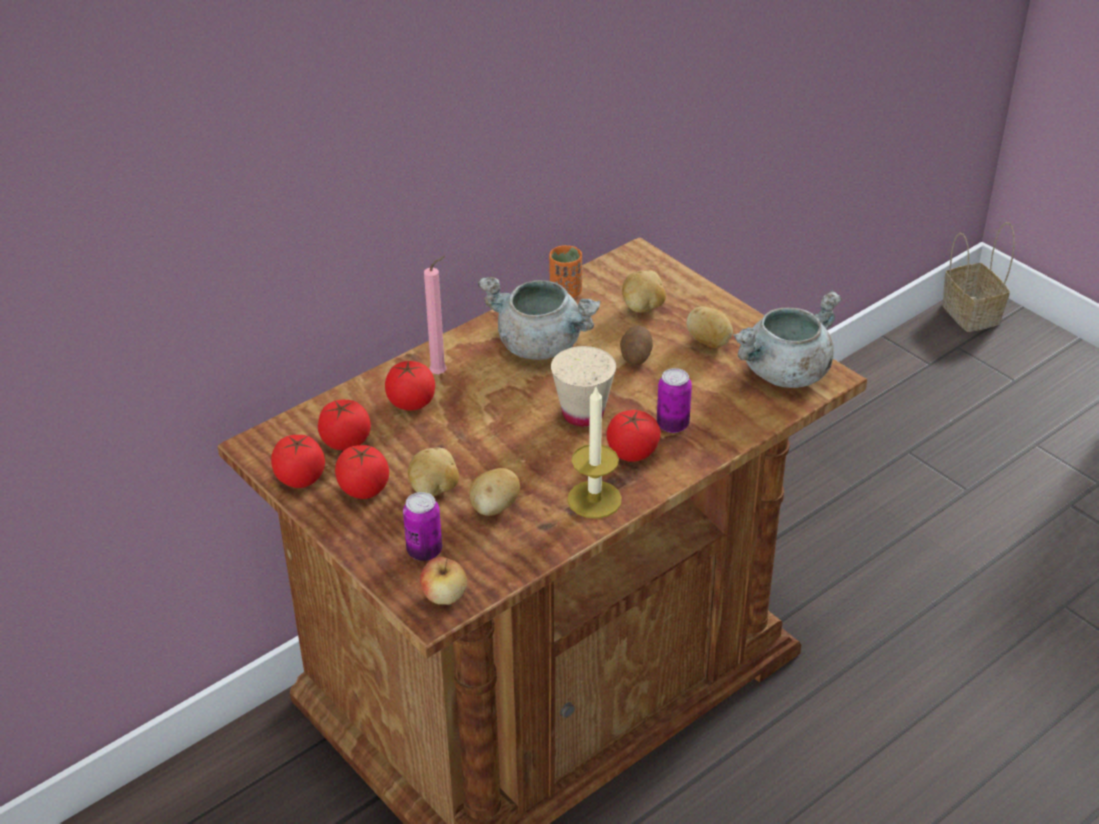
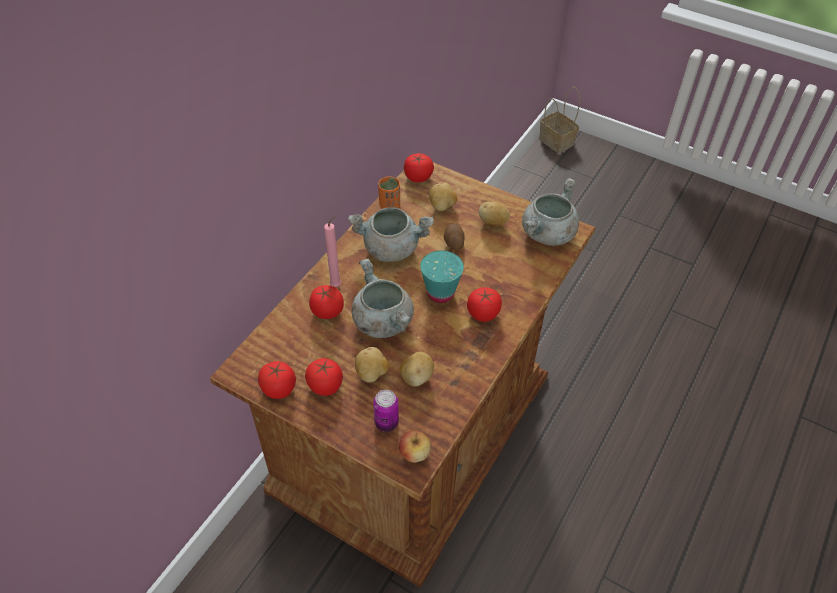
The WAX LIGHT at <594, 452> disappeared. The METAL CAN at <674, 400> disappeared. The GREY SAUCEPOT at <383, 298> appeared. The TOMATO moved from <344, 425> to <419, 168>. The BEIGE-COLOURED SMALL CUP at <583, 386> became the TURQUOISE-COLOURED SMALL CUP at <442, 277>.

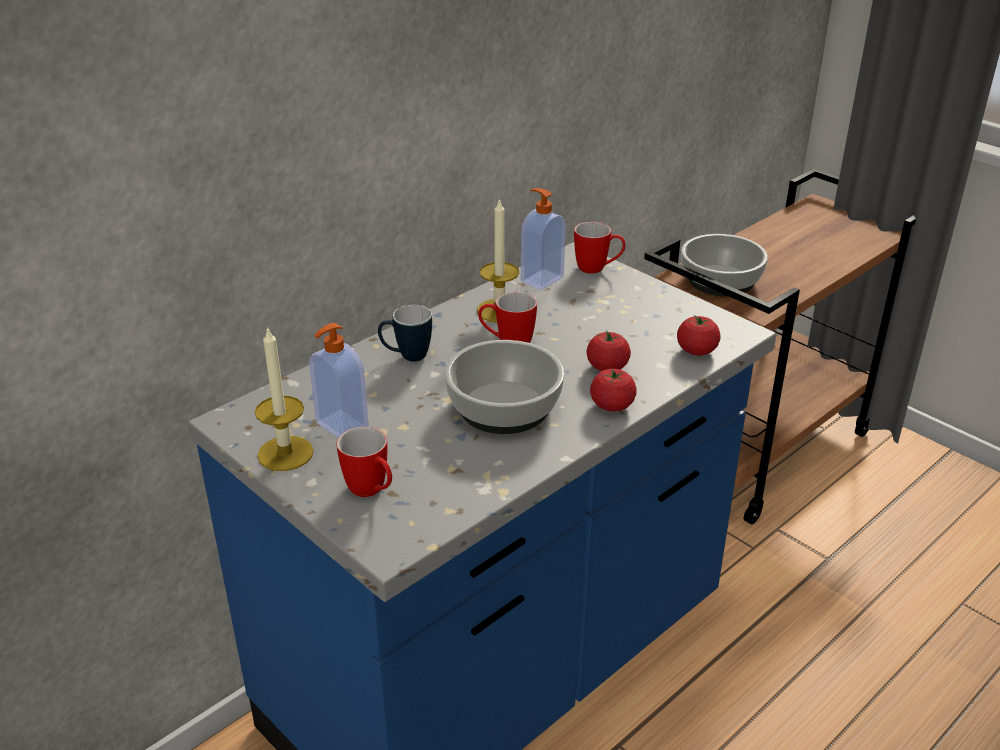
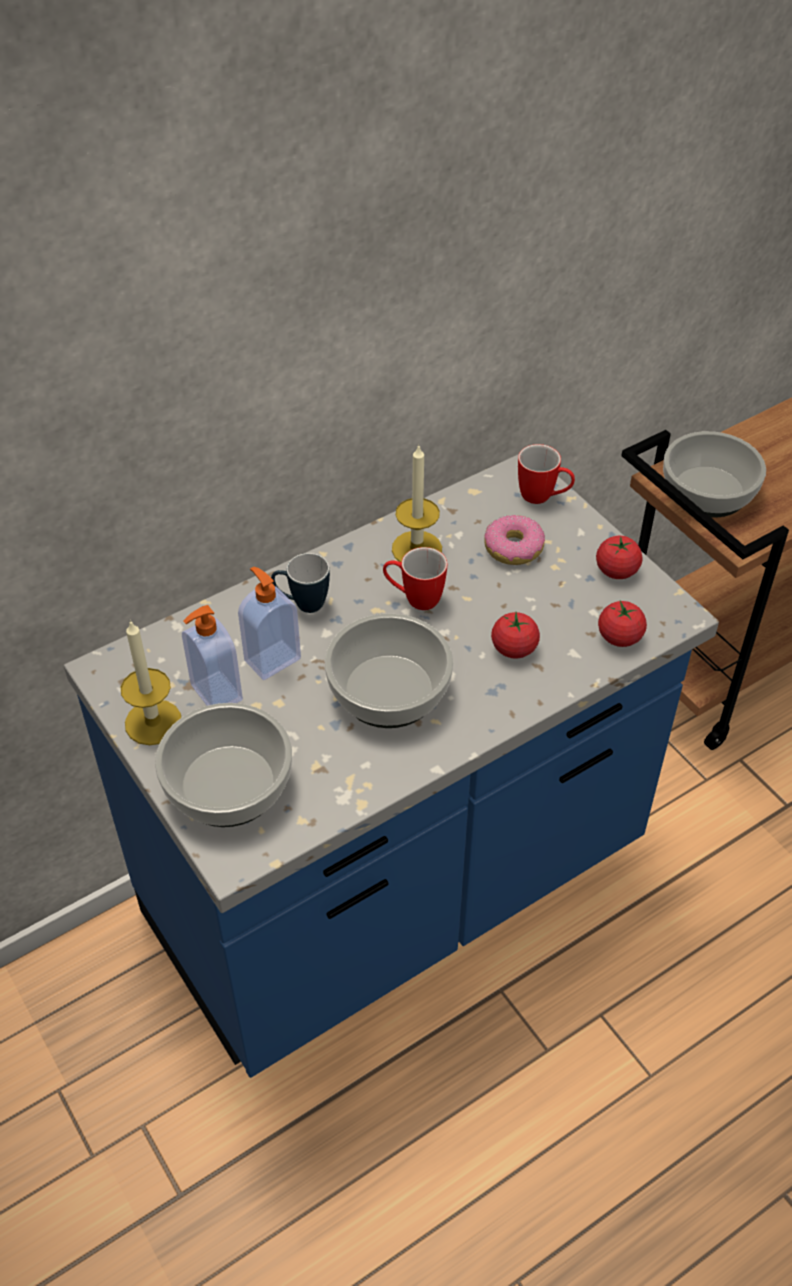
The RING DOUGHNUT at <514, 540> appeared. The LIQUID SOAP BOTTLE moved from <543, 239> to <269, 623>. The TOMATO moved from <613, 390> to <619, 557>. The MUG at <364, 462> was replaced by the BOWL at <223, 765>.

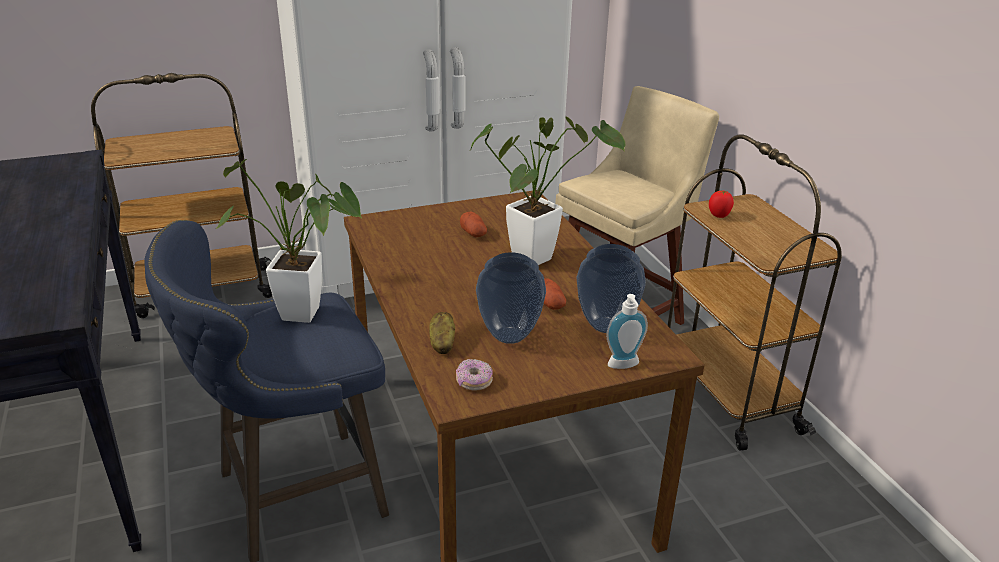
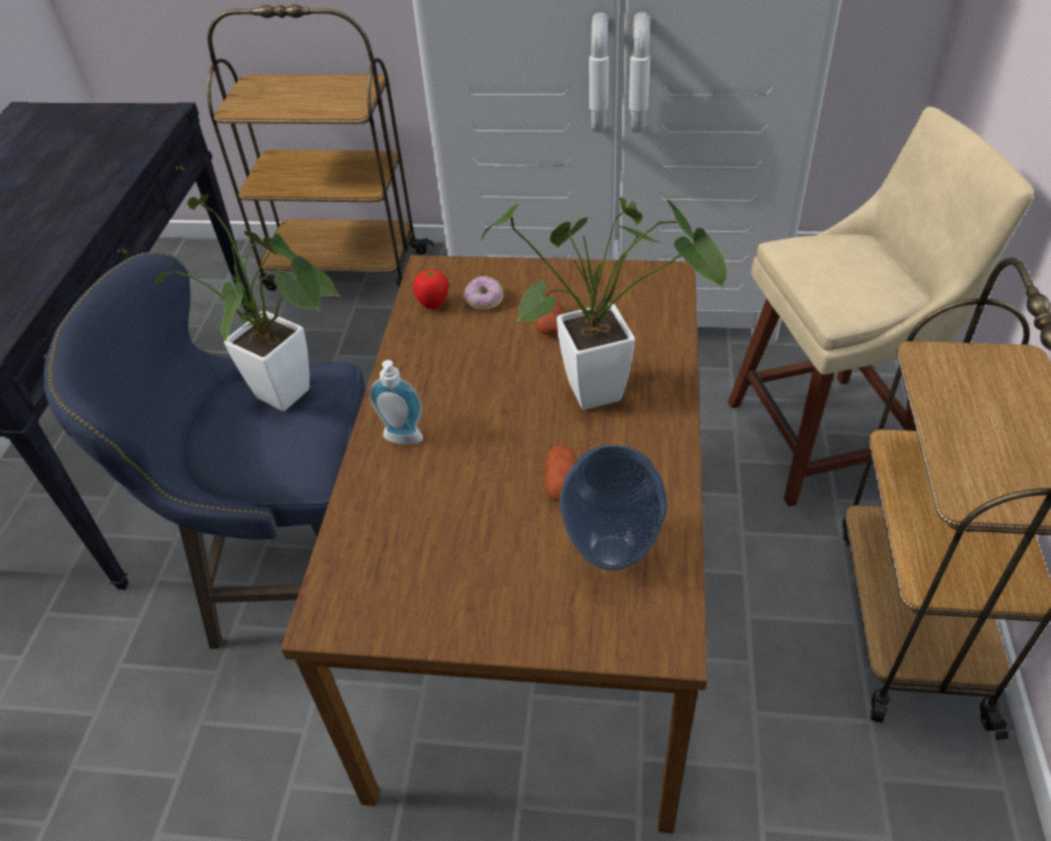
The WHOLE POTATO at <442, 333> disappeared. The VASE at <511, 298> disappeared. The RING DOUGHNUT moved from <474, 375> to <483, 293>. The LIQUID SOAP BOTTLE moved from <627, 331> to <396, 402>. The TOMATO moved from <721, 204> to <431, 289>.

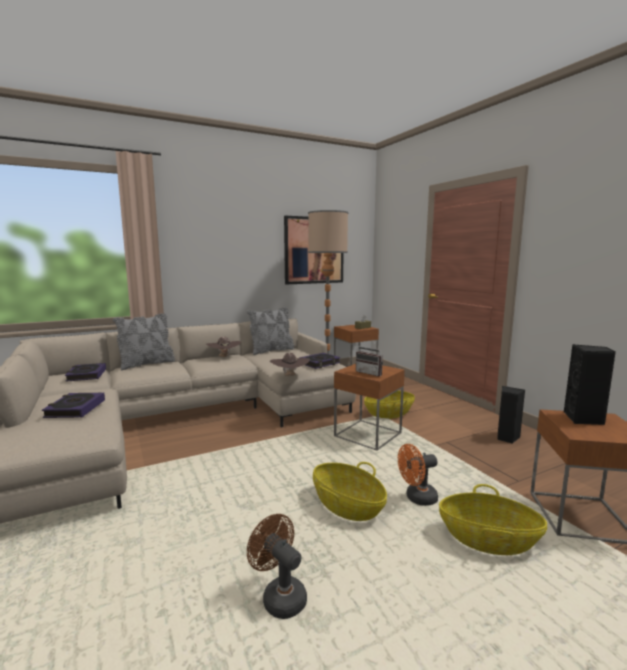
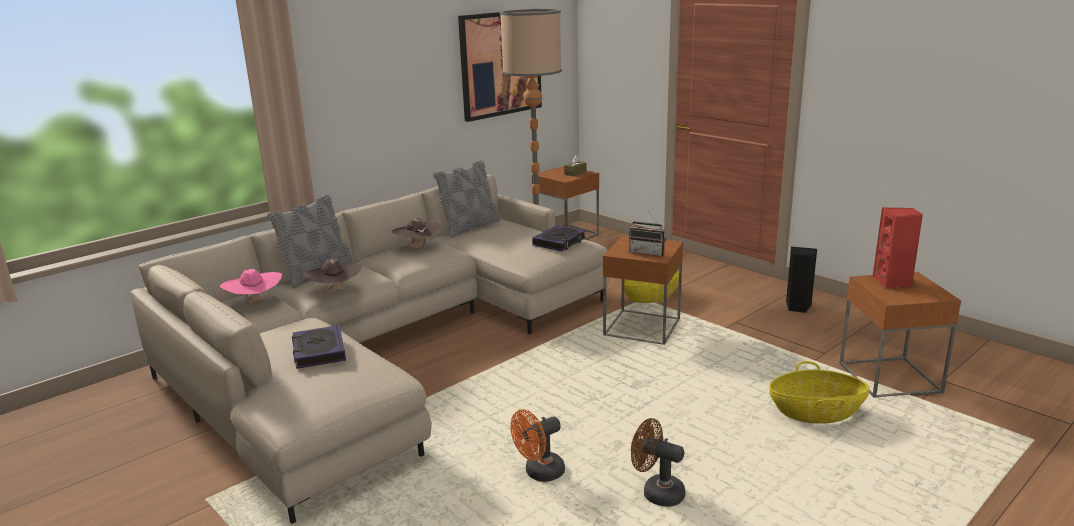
The HOUSEHOLD BASKET at <350, 491> disappeared. The BROWN-COLOURED HAT moved from <290, 364> to <332, 275>. The ORANGEY FAN moved from <418, 475> to <537, 445>. The VOLUME at <85, 372> was replaced by the PINKISH HAT at <251, 286>. The BLACKISH AUDIO SPEAKER at <590, 384> became the RED-COLOURED AUDIO SPEAKER at <898, 248>.

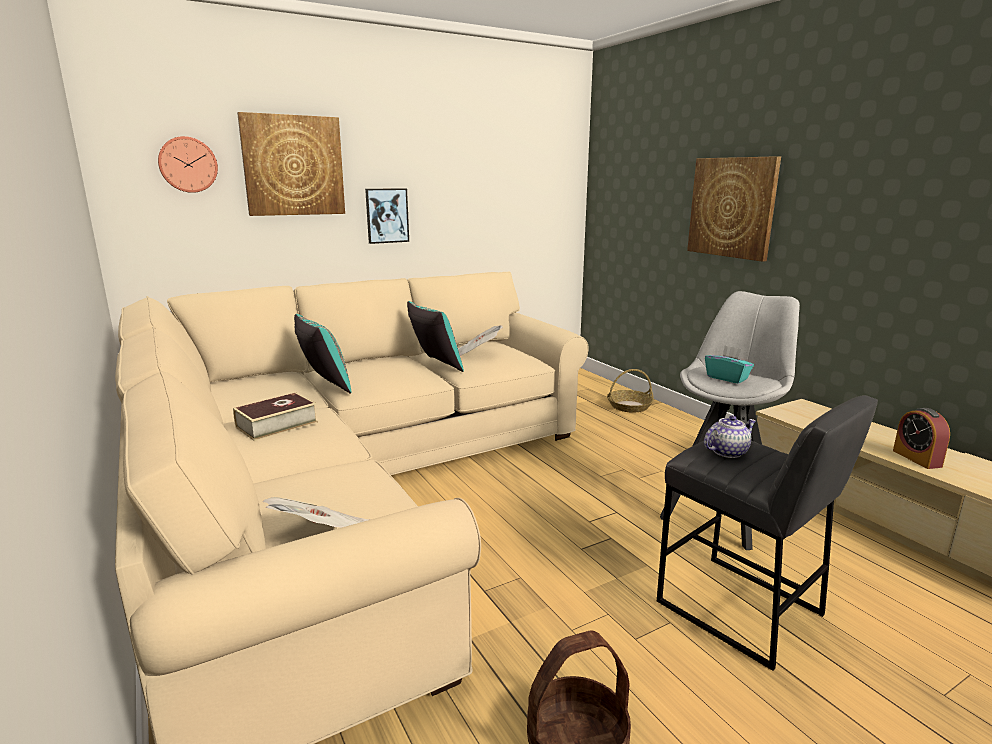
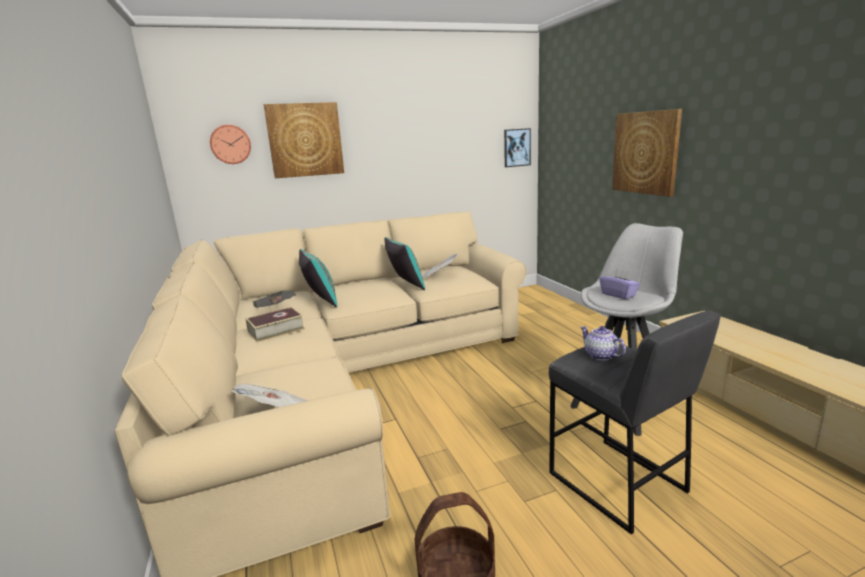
The HOUSEHOLD BASKET at <630, 391> disappeared. The TABLE CLOCK at <921, 438> disappeared. The PRINTED PAPER at <274, 299> appeared. The WALL PICTURE moved from <387, 216> to <517, 147>. The TURQUOISE-COLOURED TISSUE BOX at <729, 364> became the PURPLE-COLOURED TISSUE BOX at <620, 284>. The TEA POT at <730, 436> turned 105 degrees counterclockwise.

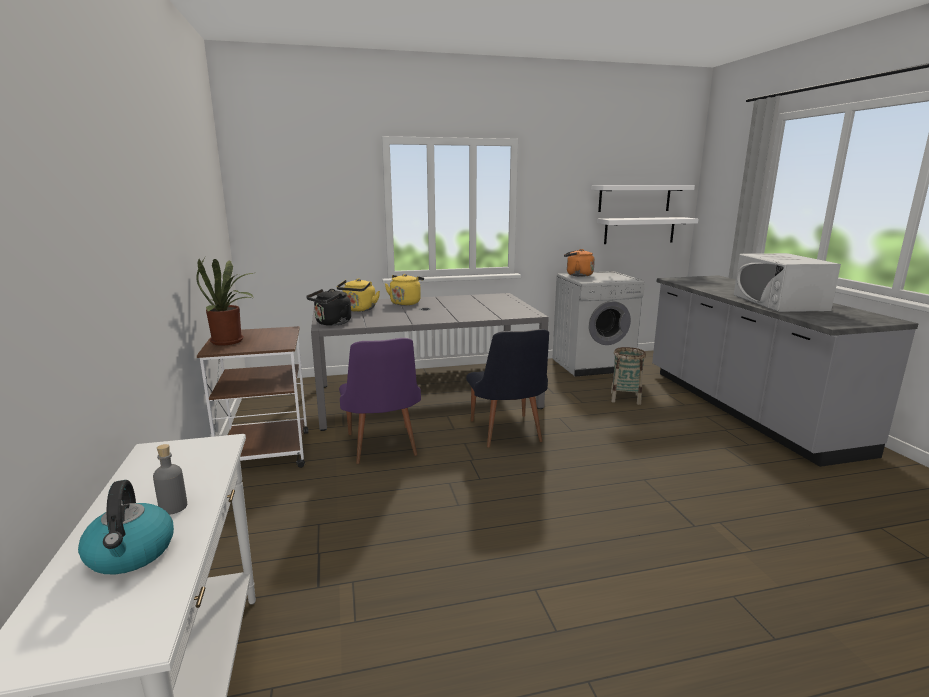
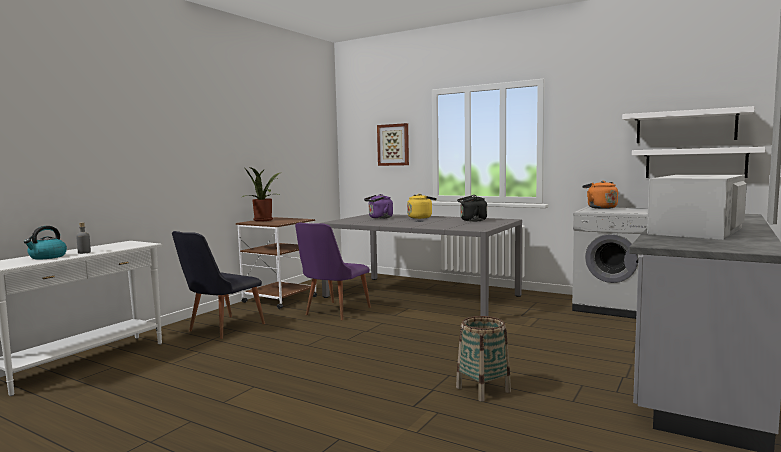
The WALL PICTURE at <393, 144> appeared. The BLACKISH TEA KETTLE moved from <328, 307> to <472, 208>. The BLACKISH CHAIR moved from <507, 388> to <218, 285>. The HOUSEHOLD BASKET moved from <628, 376> to <483, 359>. The YELLOW TEA KETTLE at <358, 295> became the PURPLE-COLOURED TEA KETTLE at <378, 206>.

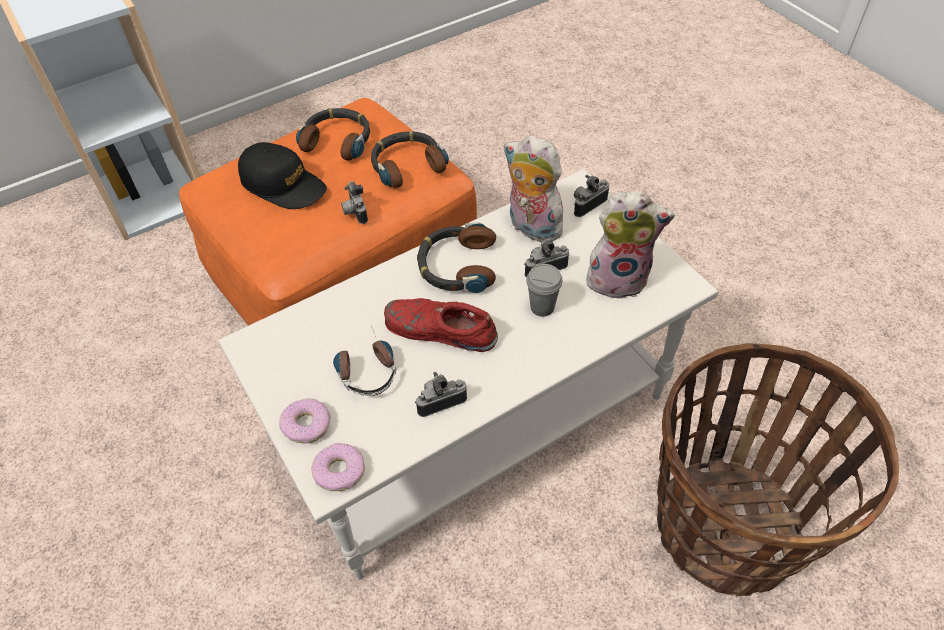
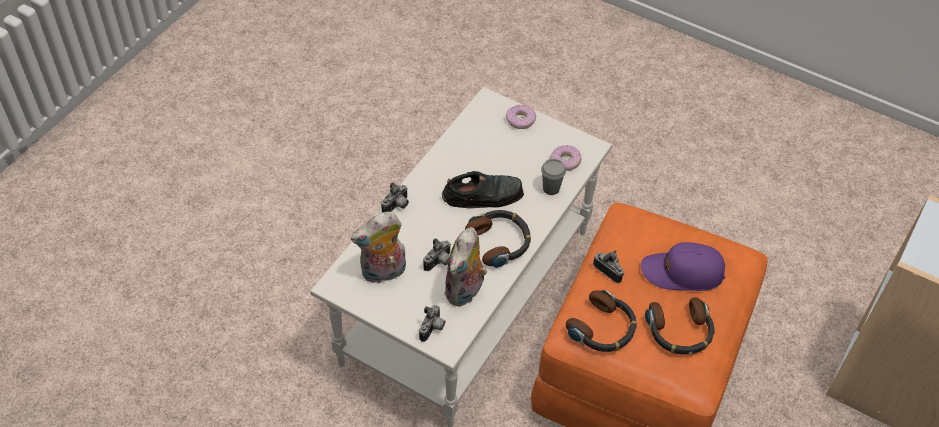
The PAIR OF HEADPHONES at <364, 361> disappeared. The HOUSEHOLD BASKET at <778, 470> disappeared. The RING DOUGHNUT moved from <338, 467> to <566, 158>. The PHOTO CAMERA moved from <441, 394> to <395, 197>. The GREY SMALL CUP moved from <544, 290> to <553, 177>. The BLACKISH CAP at <282, 175> became the PURPLE-COLOURED CAP at <683, 266>. The RED-COLOURED ITEM OF FOOTWEAR at <441, 325> became the BLACKISH ITEM OF FOOTWEAR at <483, 189>. The SOFT TOY at <536, 189> turned 105 degrees clockwise.

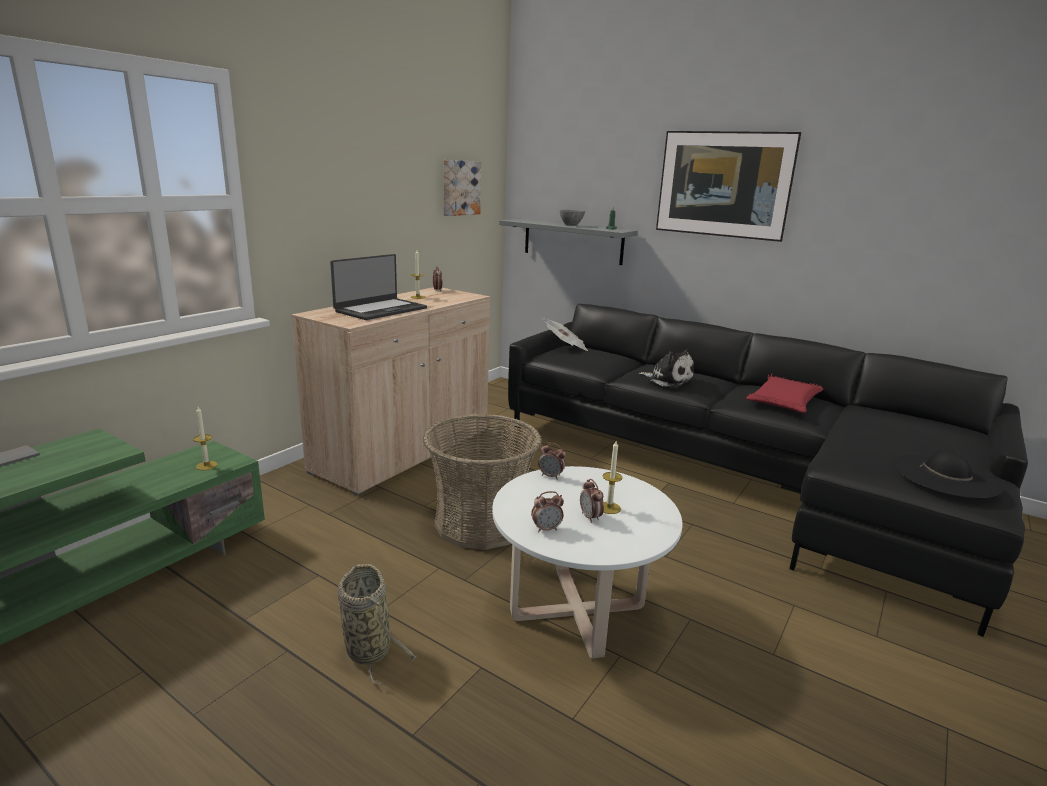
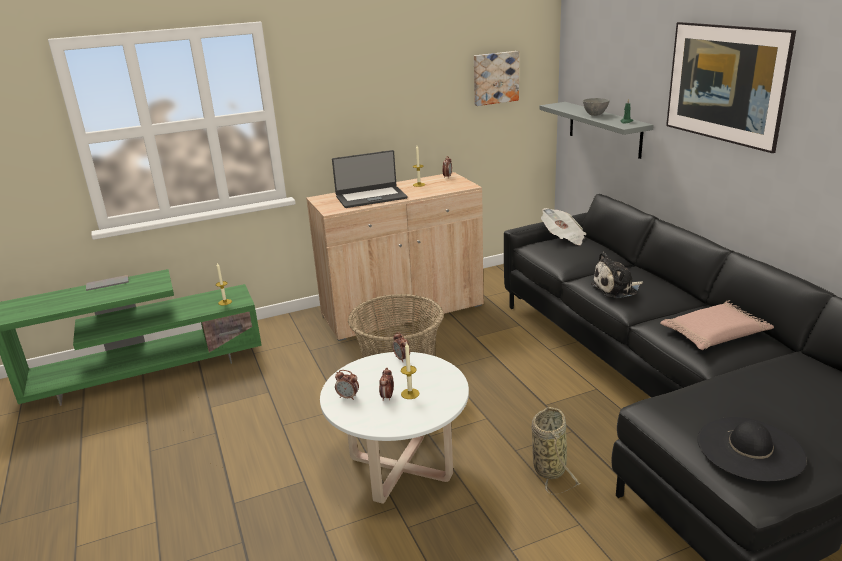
The HOUSEHOLD BASKET moved from <377, 624> to <556, 451>. The RED-COLOURED PILLOW at <784, 393> became the BEIGE-COLOURED PILLOW at <717, 325>. The SOFT TOY at <666, 368> turned 90 degrees clockwise.

